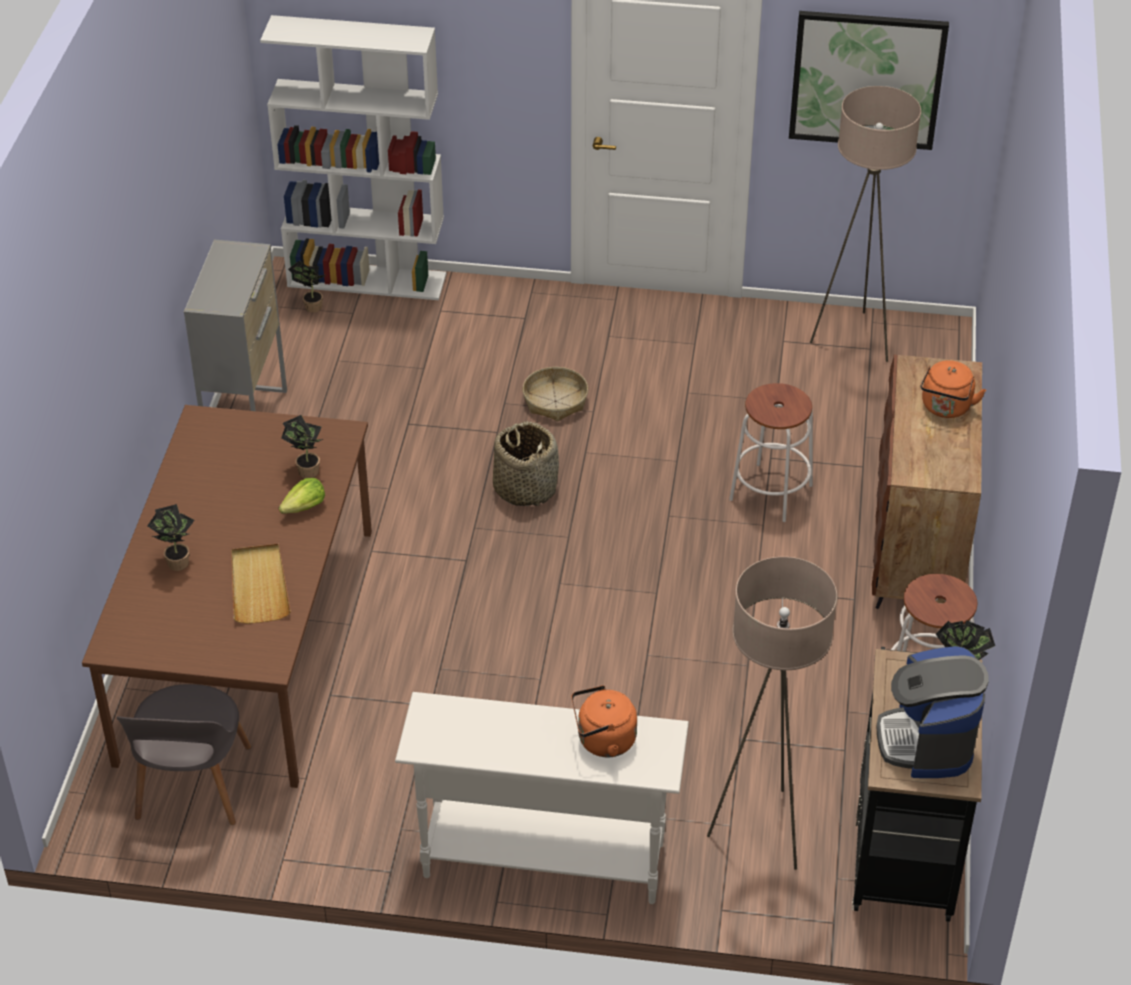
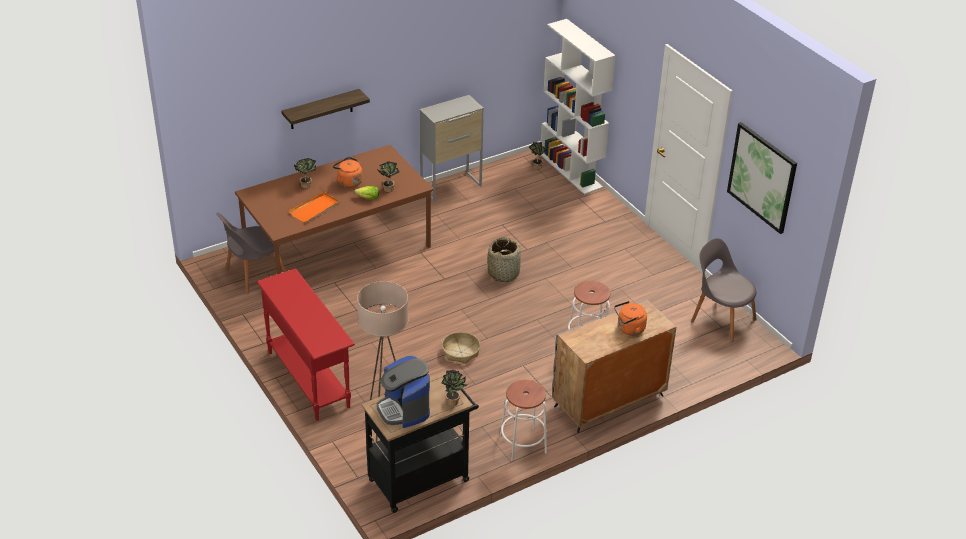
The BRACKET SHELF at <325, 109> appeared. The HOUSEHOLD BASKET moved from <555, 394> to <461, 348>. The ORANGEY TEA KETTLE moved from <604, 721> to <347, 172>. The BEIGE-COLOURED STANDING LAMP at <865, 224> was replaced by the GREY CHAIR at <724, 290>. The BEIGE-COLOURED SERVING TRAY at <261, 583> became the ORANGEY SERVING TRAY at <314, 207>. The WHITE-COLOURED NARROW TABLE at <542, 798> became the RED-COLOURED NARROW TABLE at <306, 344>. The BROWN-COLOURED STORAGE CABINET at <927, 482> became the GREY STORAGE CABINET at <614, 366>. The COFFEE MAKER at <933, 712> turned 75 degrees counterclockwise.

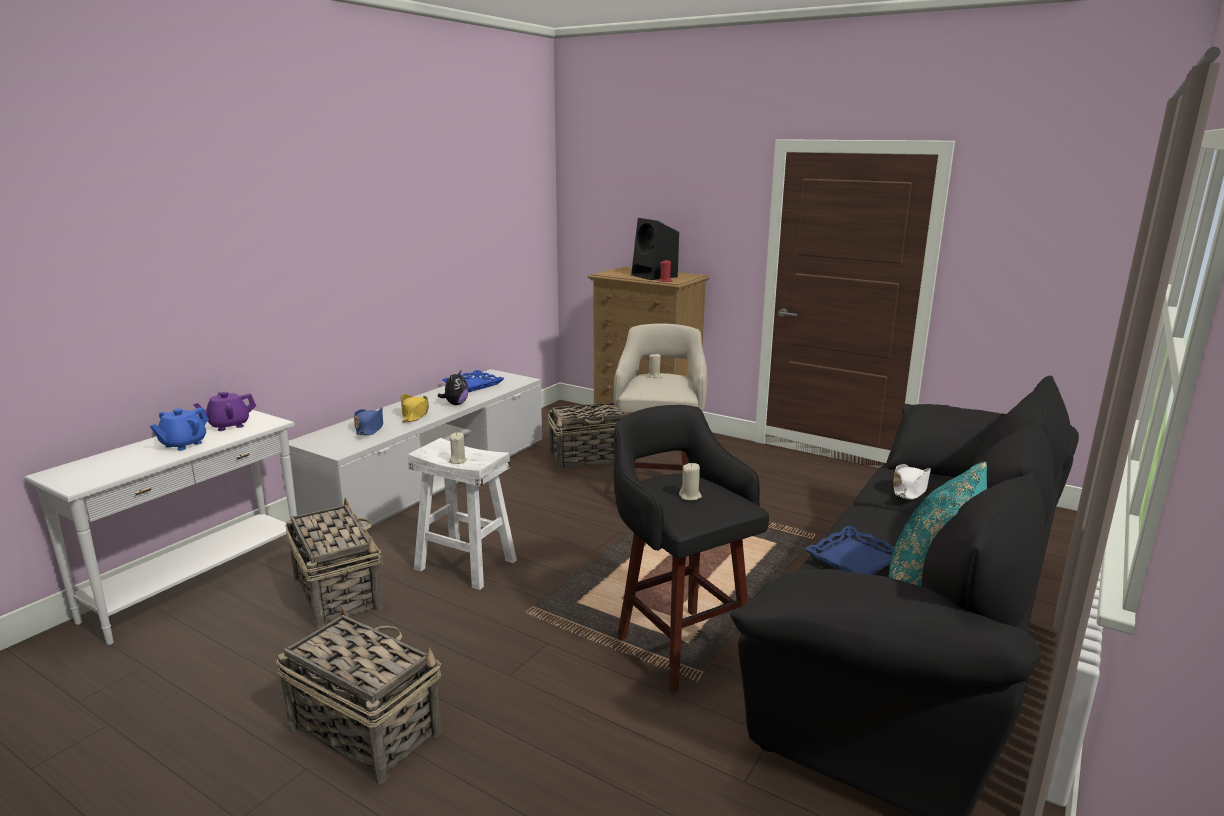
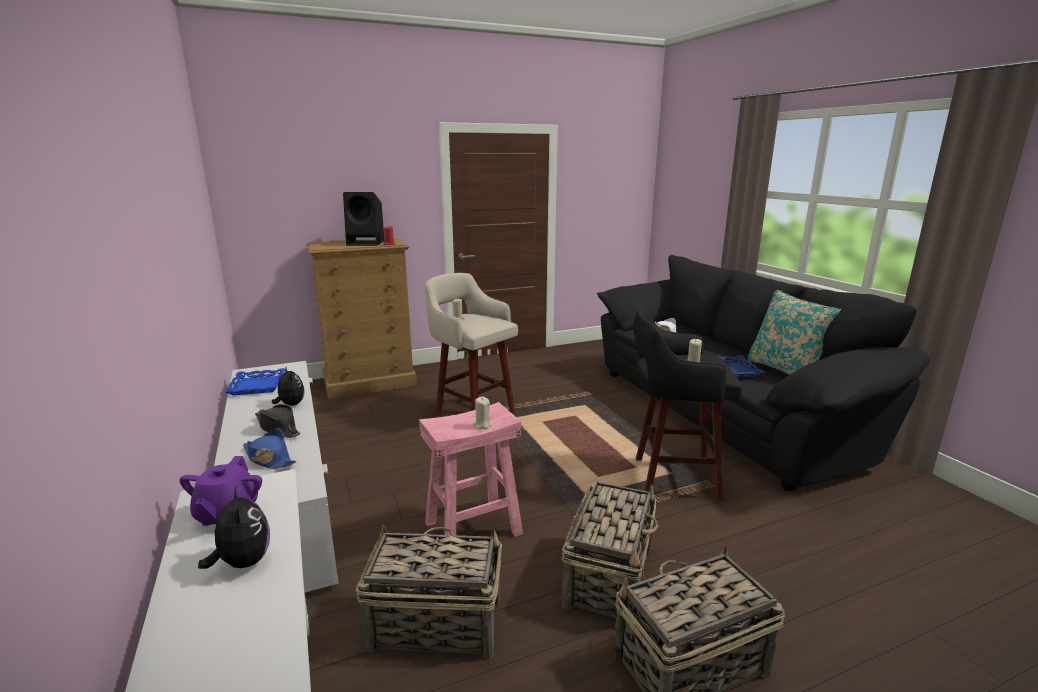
The HOUSEHOLD BASKET moved from <588, 436> to <609, 549>. The BLUISH TEA POT at <179, 429> was replaced by the SOFT TOY at <234, 528>. The YELLOW HAT at <414, 408> became the BLACKISH HAT at <277, 421>. The WHITE-COLOURED STOOL SEAT at <462, 514> became the PINKISH STOOL SEAT at <471, 469>.

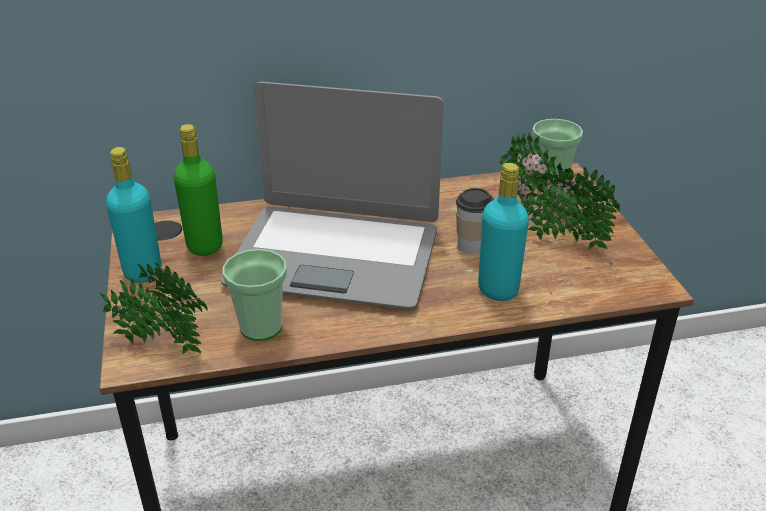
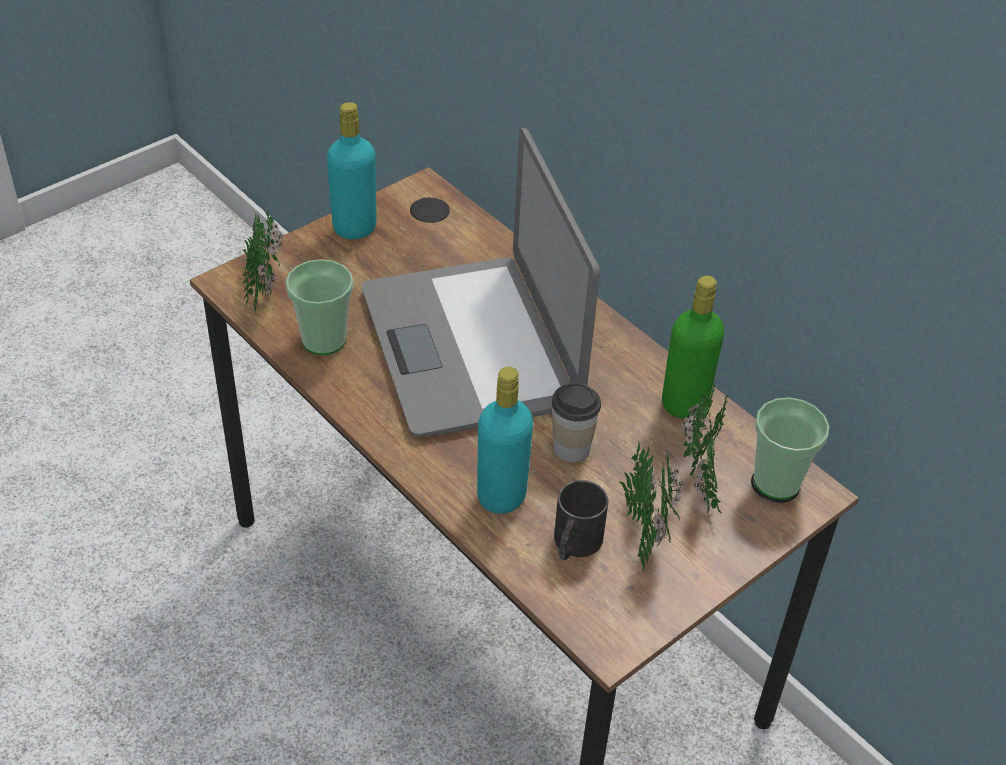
The BLACKISH MUG at <581, 520> appeared. The GREEN DRINK BOTTLE moved from <198, 190> to <693, 347>.

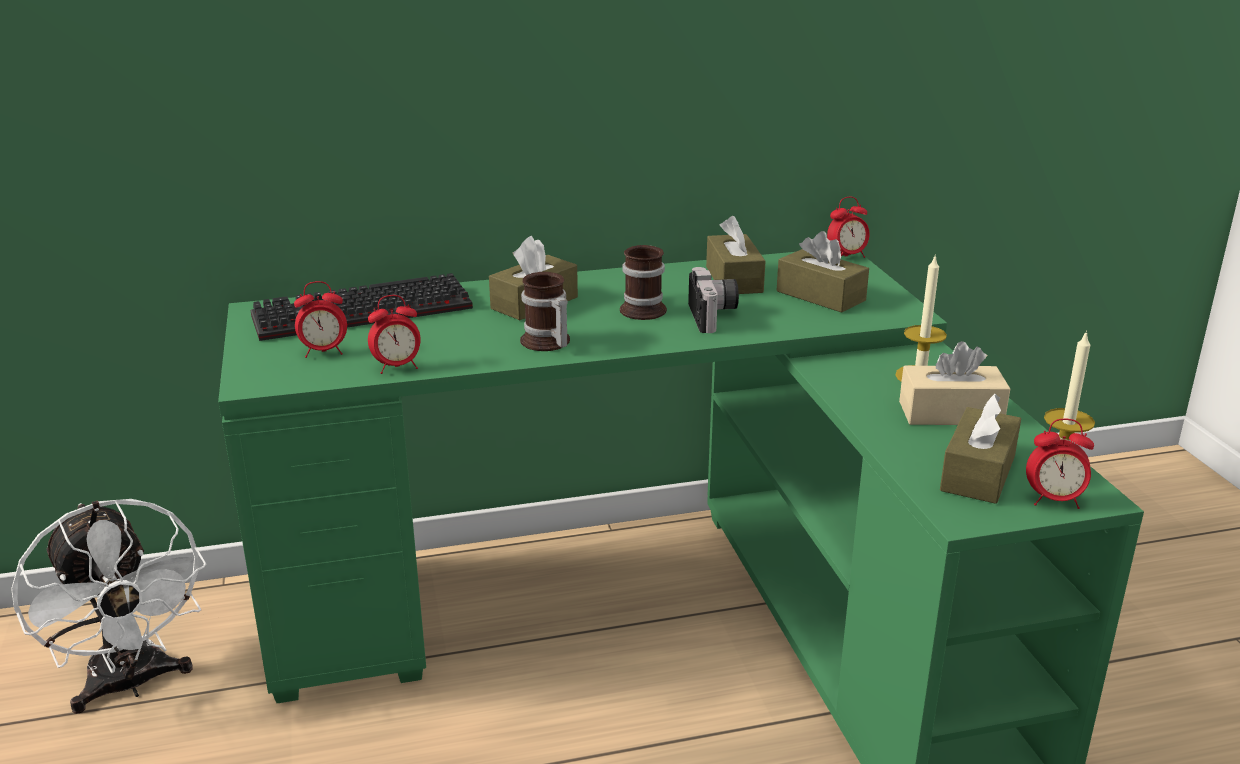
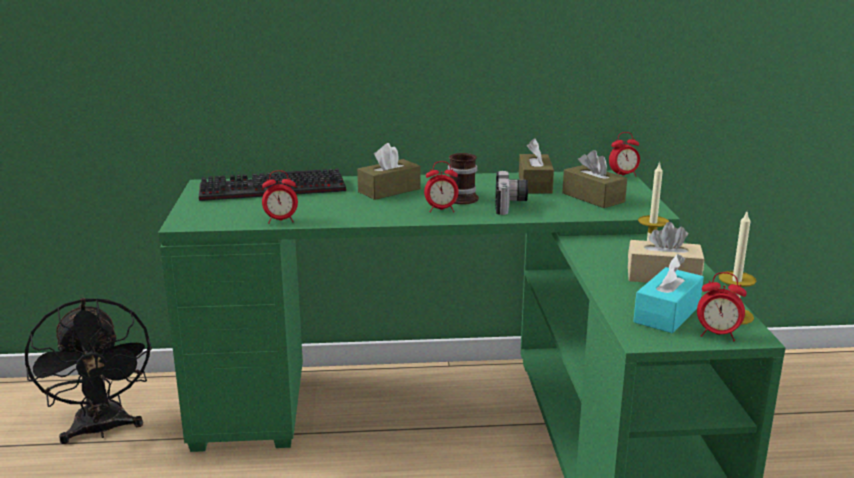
The MUG at <545, 311> disappeared. The TABLE CLOCK moved from <320, 319> to <441, 186>. The WHITE-COLOURED FAN at <108, 606> became the BLACKISH FAN at <88, 371>. The BROWN-COLOURED TISSUE BOX at <980, 449> became the TURQUOISE-COLOURED TISSUE BOX at <668, 293>.

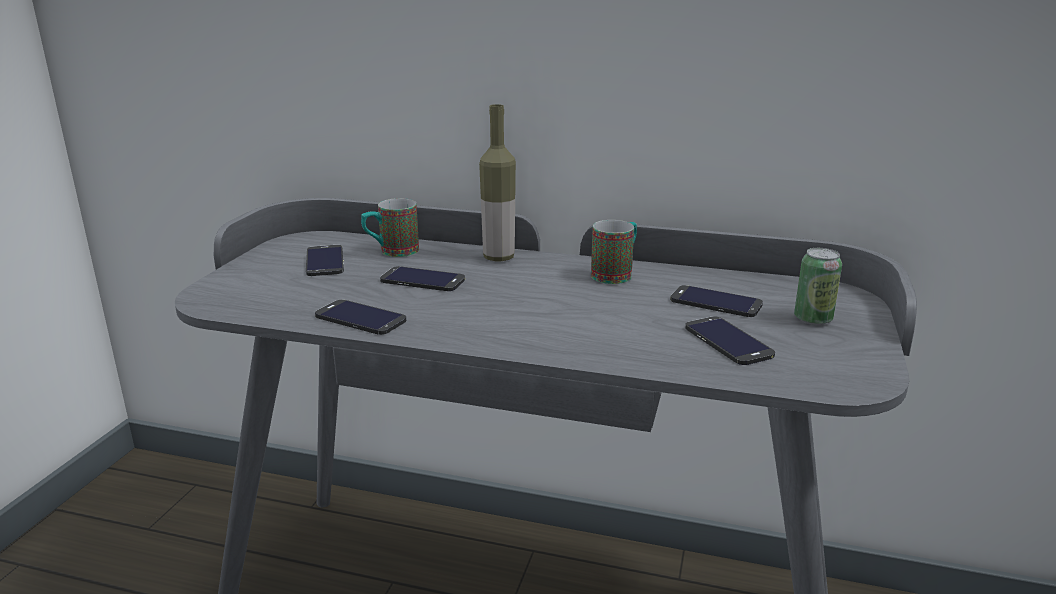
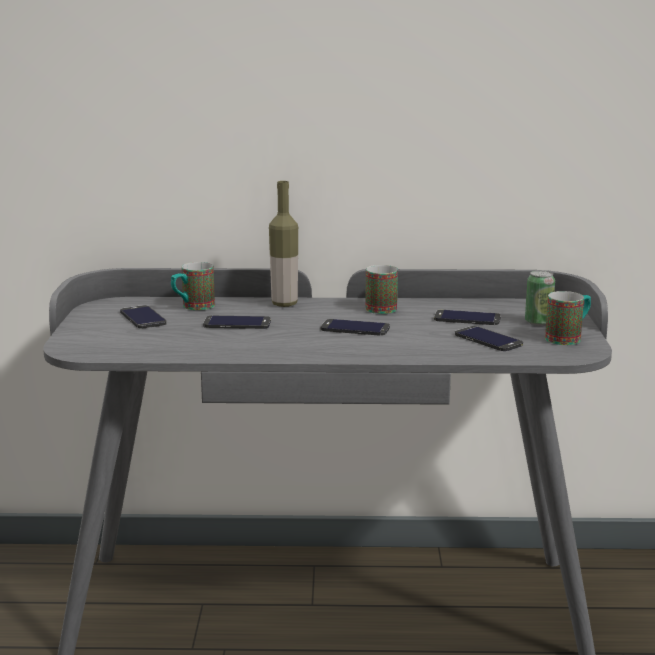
The MUG at <568, 318> appeared. The TELEPHONE moved from <360, 317> to <355, 327>.

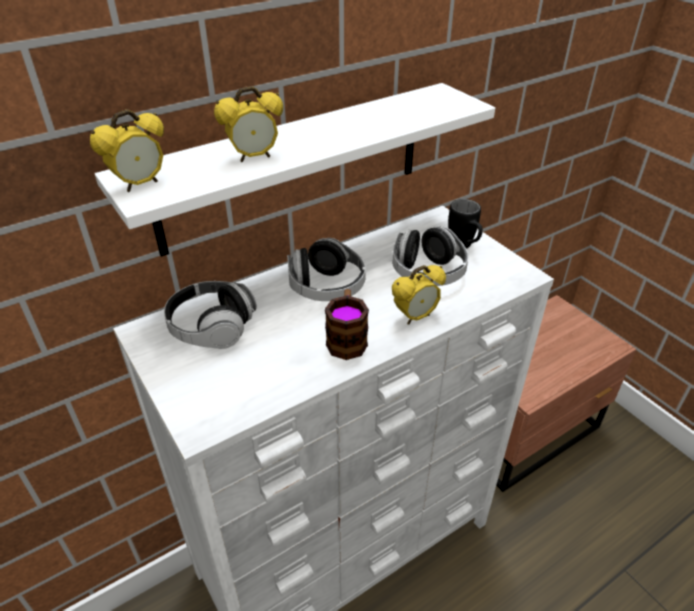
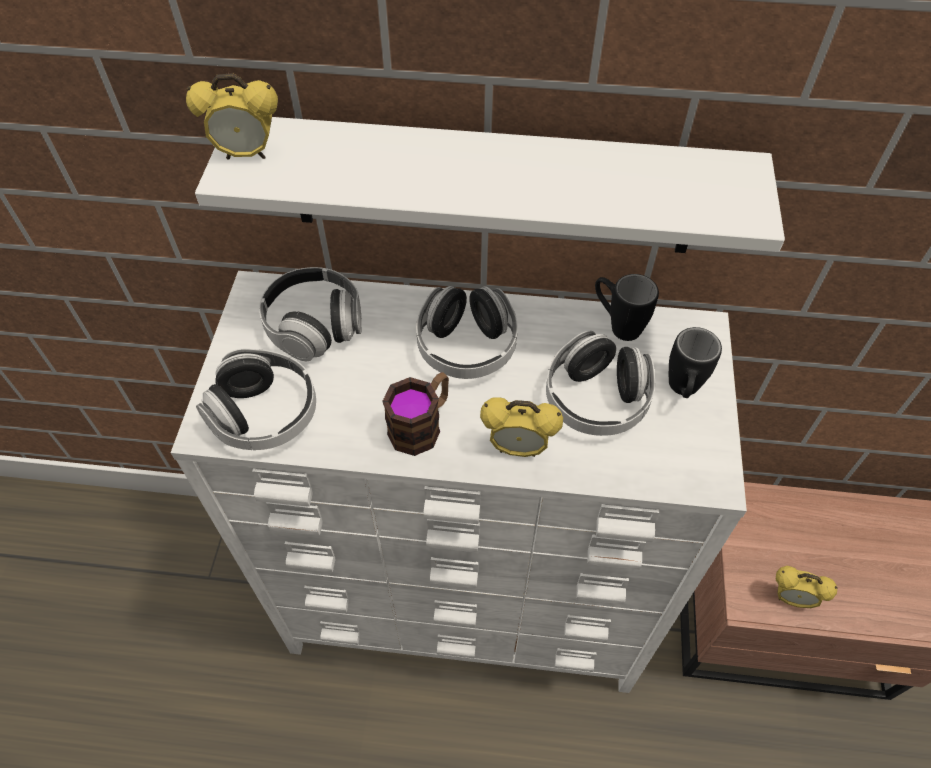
The PAIR OF HEADPHONES at <256, 399> appeared. The BLACKISH MUG at <627, 307> appeared. The TABLE CLOCK moved from <248, 124> to <806, 587>.

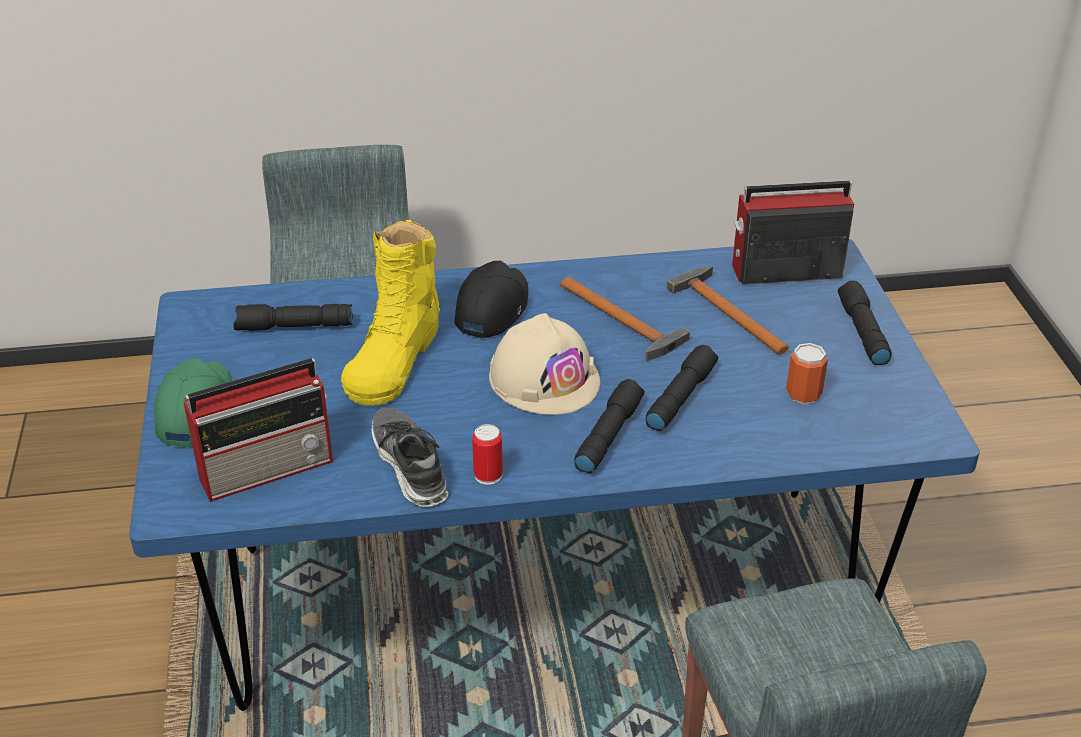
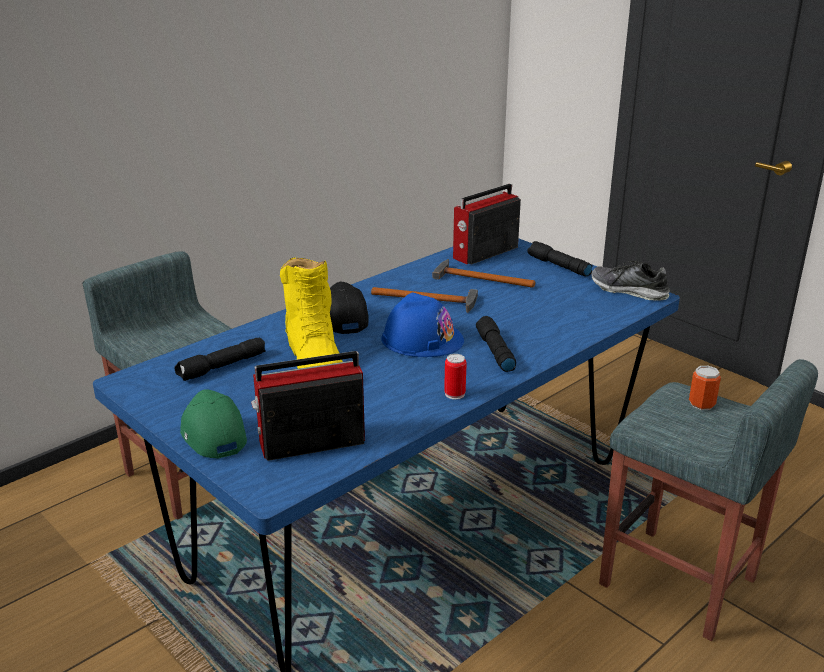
The BLACKISH TORCH at <682, 388> disappeared. The ITEM OF FOOTWEAR moved from <410, 457> to <630, 281>. The METAL CAN moved from <807, 373> to <705, 388>. The BEIGE-COLOURED SAFETY HELMET at <544, 364> became the BLUISH SAFETY HELMET at <422, 324>. The RADIO at <258, 430> turned 135 degrees counterclockwise.

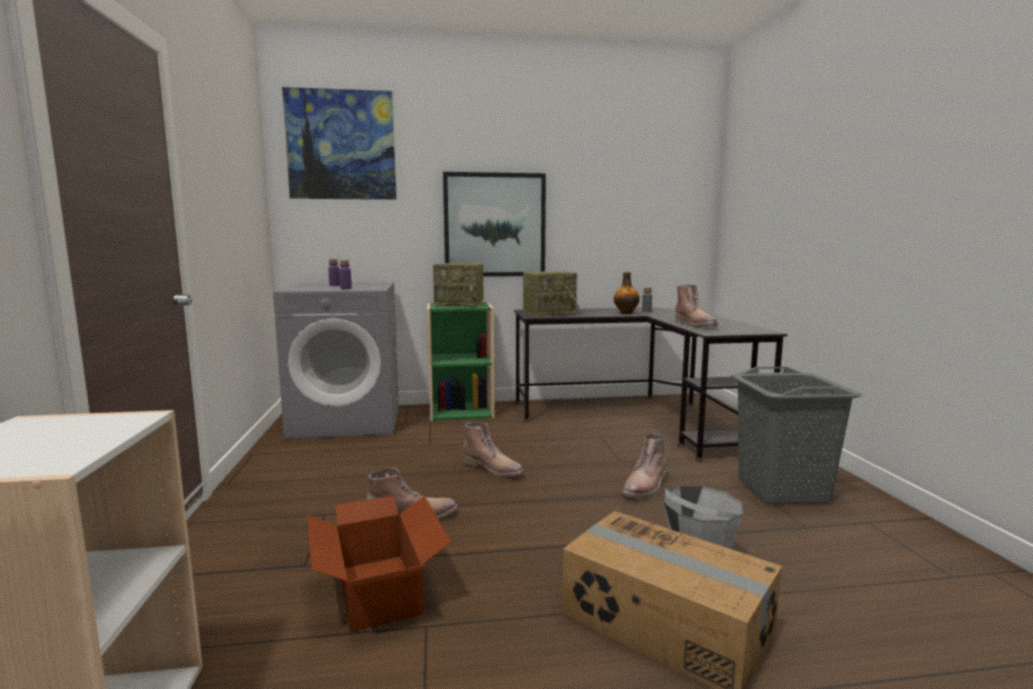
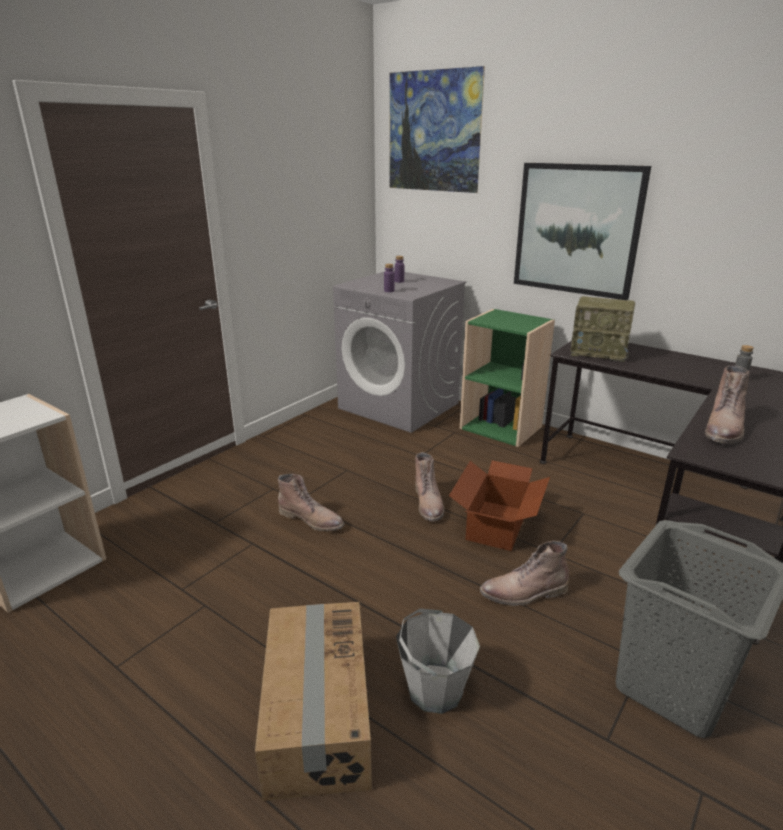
The RADIO at <458, 285> disappeared. The DRINK BOTTLE at <627, 293> disappeared. The CARTON moved from <379, 564> to <499, 505>.

